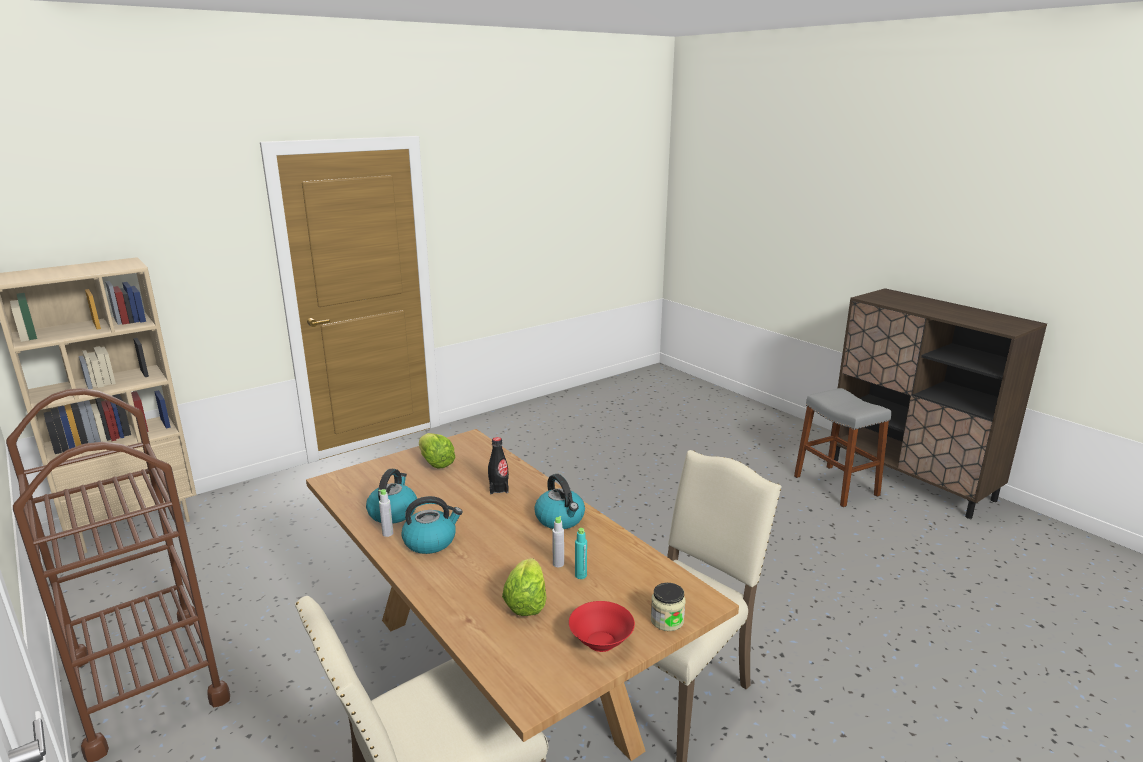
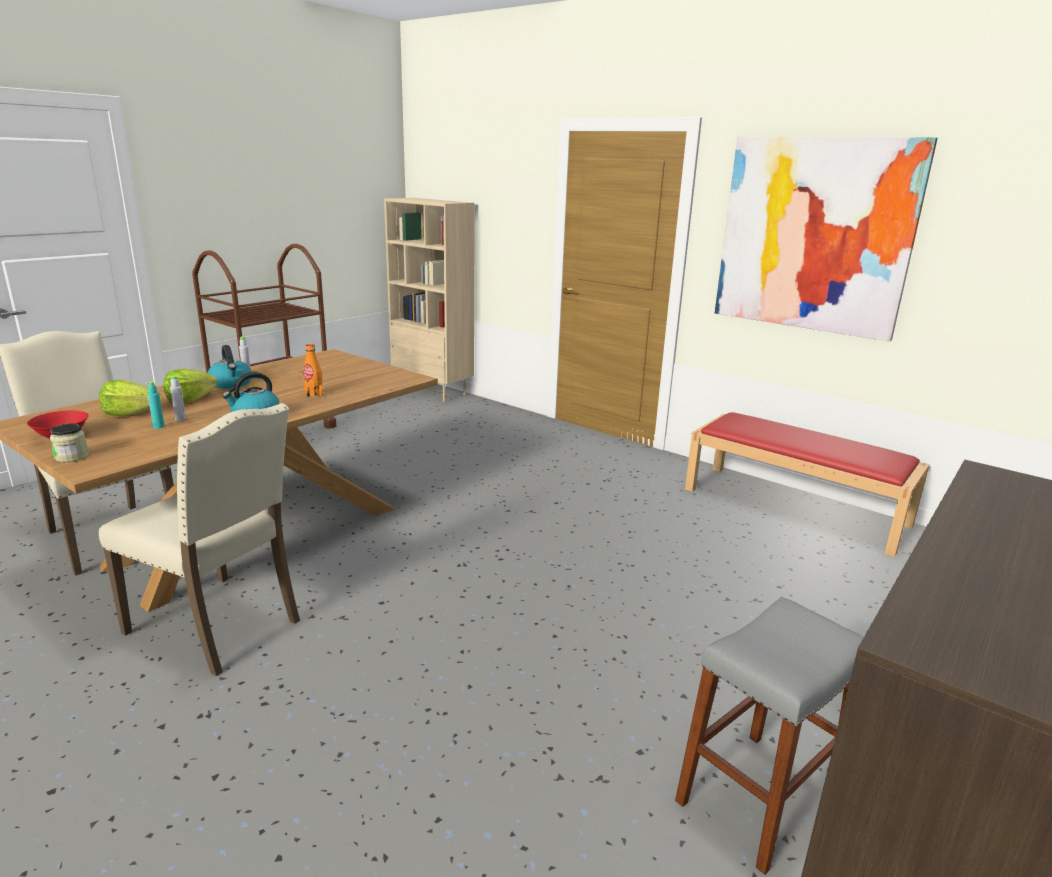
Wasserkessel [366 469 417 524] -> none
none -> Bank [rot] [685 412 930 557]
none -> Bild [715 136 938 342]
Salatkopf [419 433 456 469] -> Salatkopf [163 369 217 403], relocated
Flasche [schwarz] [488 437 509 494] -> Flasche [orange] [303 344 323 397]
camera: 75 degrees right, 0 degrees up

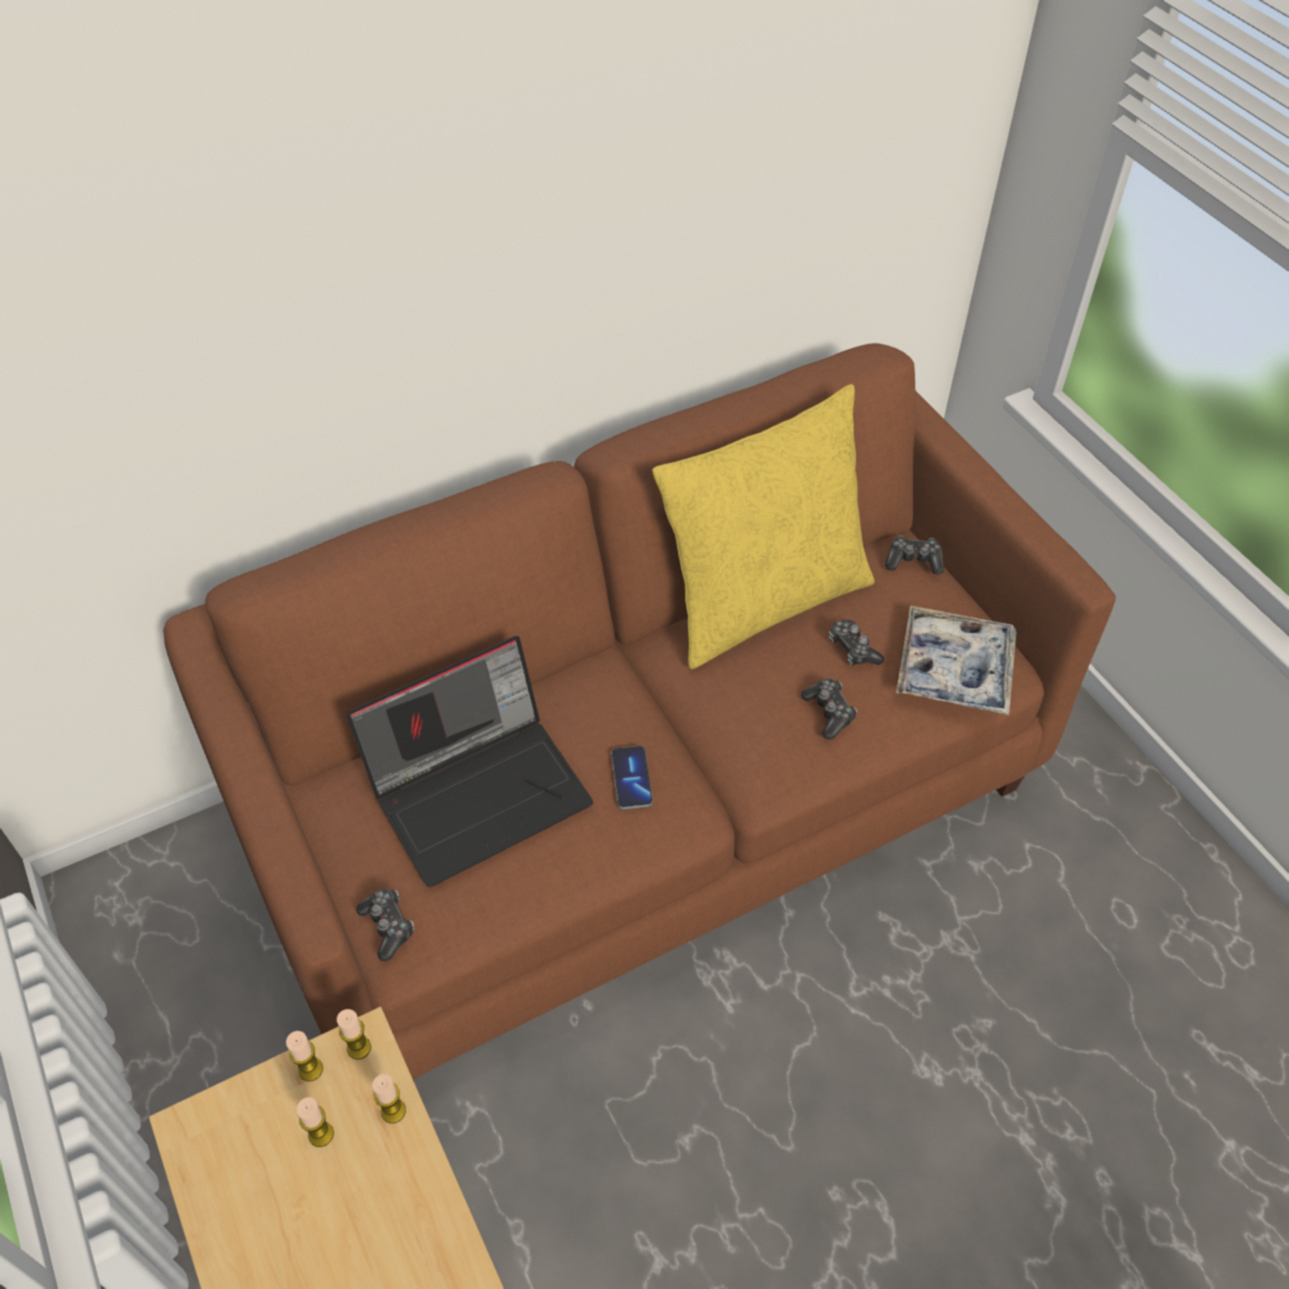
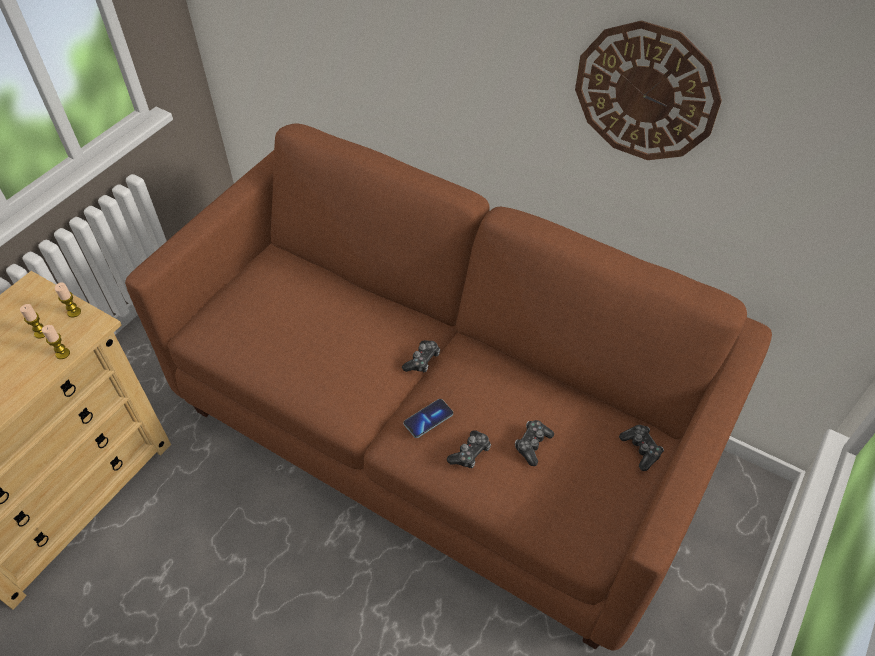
Kerze [337 1009 371 1060] -> none
Laptop [346 636 593 887] -> none
Kissen [gelb] [652 384 875 669] -> none
Tablett [896 605 1017 715] -> none
none -> Wanduhr [575 20 722 160]
Gamepad [356 889 414 961] -> Gamepad [402 340 440 372], relocated
Handy [611 746 653 809] -> Handy [404 399 453 438], relocated
camera: 60 degrees right, 0 degrees up

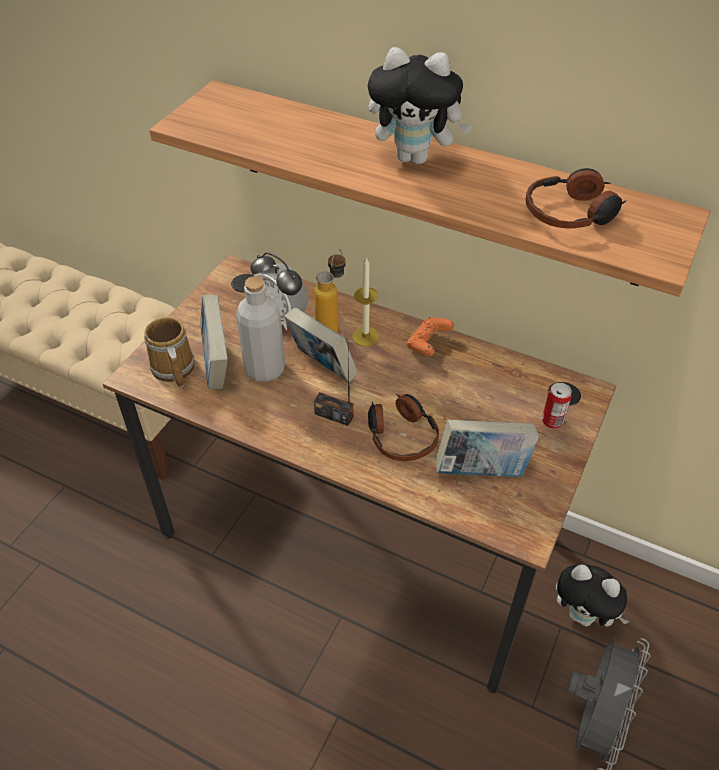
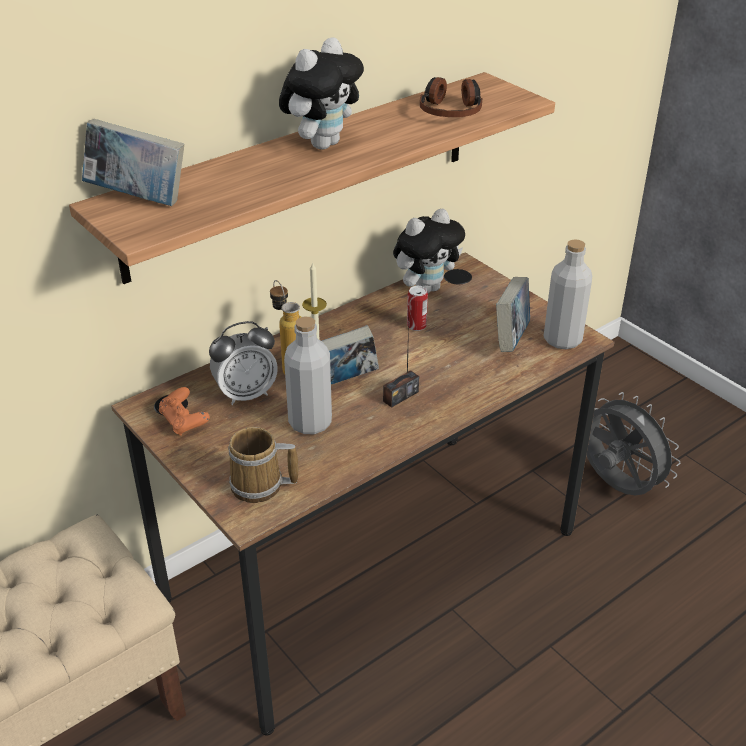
Kopfhörer [368 394 439 461] -> none
none -> Flasche [grau] [544 239 592 349]
Buch [200 295 228 390] -> Buch [82 119 184 206], relocated
Gamepad [orange] [406 317 454 356] -> Gamepad [orange] [159 387 210 436], relocated
Dose [542 383 572 429] -> Dose [407 286 428 331], relocated
Plüschtier [556 564 629 627] -> Plüschtier [393 208 465 293], relocated
camera: 65 degrees left, 10 degrees down

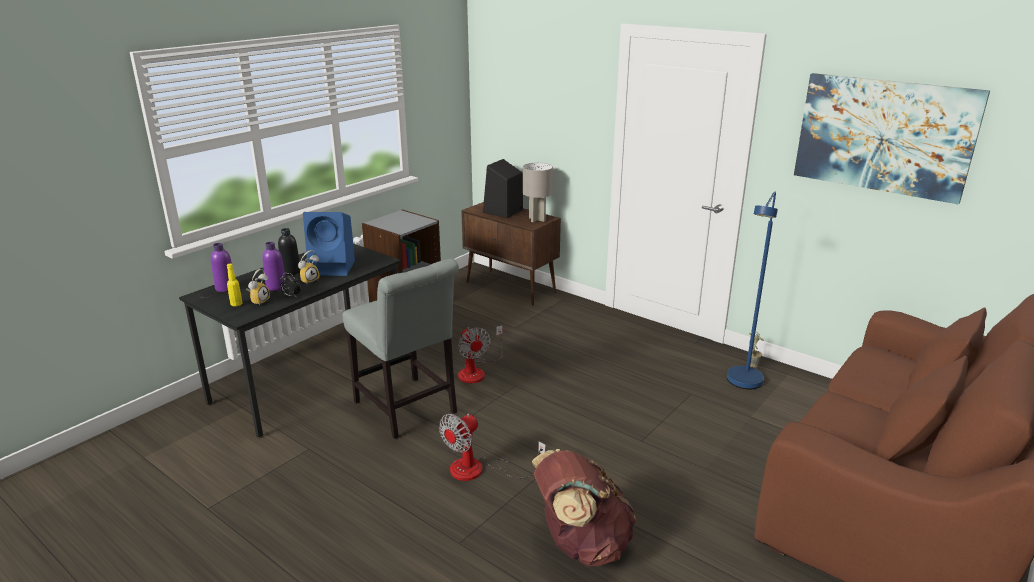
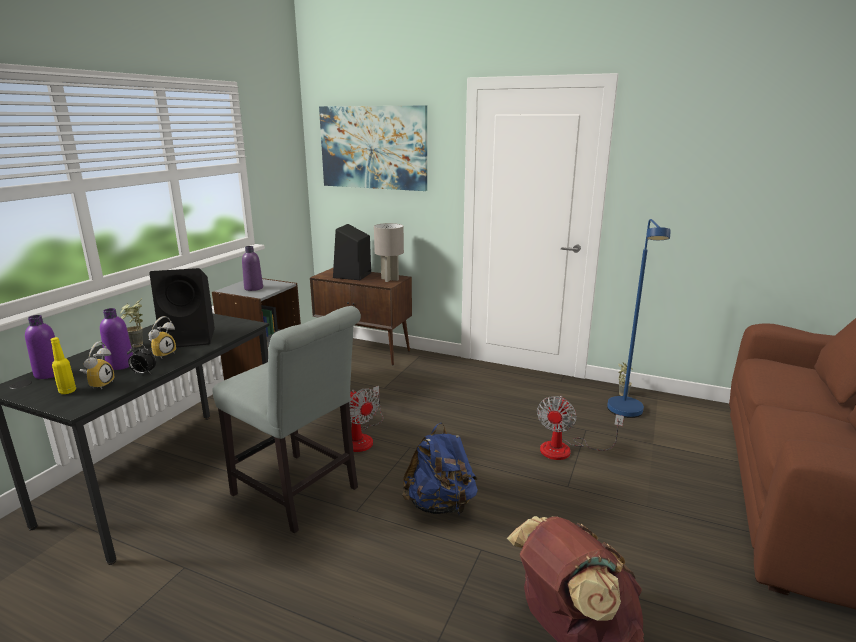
none -> Flasche [lila] [242 246 263 291]
none -> Rucksack [blau] [402 423 478 516]
Ventilator [439 414 546 481] -> Ventilator [537 396 624 460], relocated
Bild [794 73 990 205] -> Bild [319 106 427 191], relocated
Flasche [schwarz] [278 228 301 275] -> Topfpflanze [120 299 143 348]
Lautsprecher [blau] [303 212 355 276] -> Lautsprecher [schwarz] [149 268 215 348]
camera: 15 degrees left, 5 degrees down

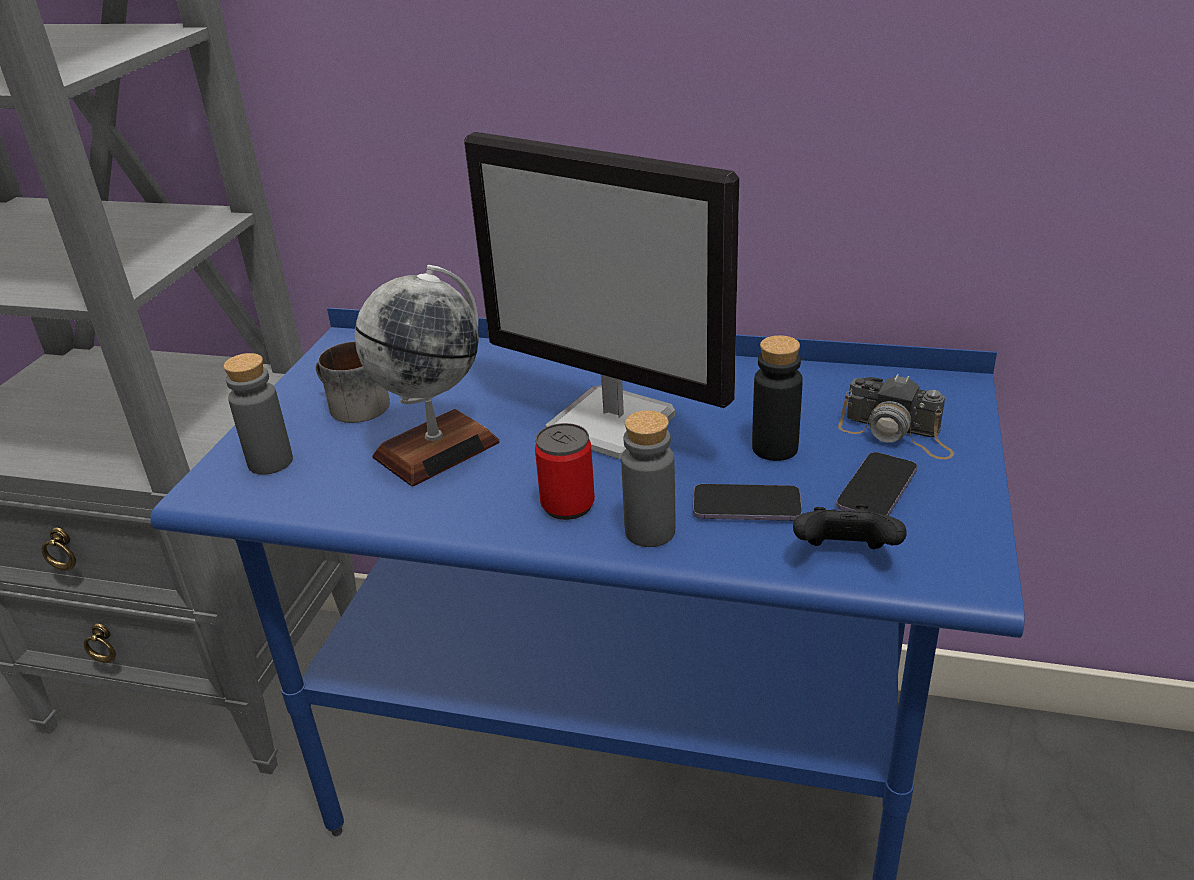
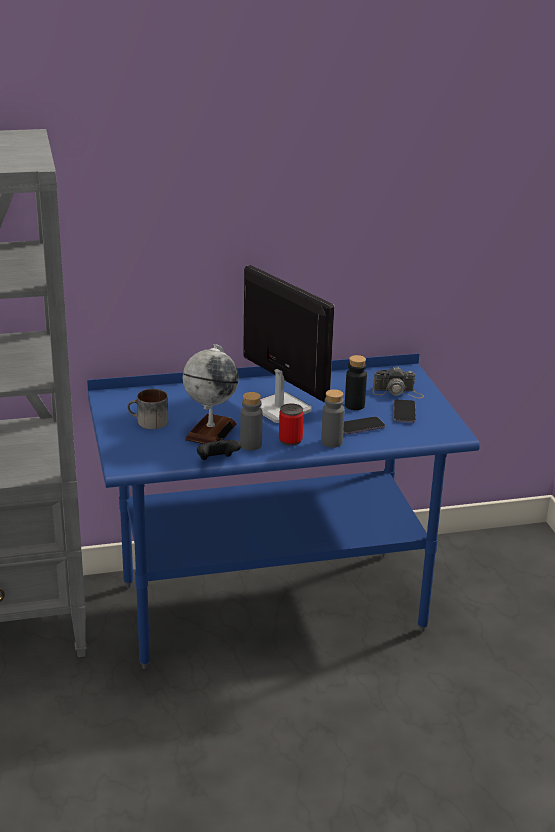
Flasche [grau] [223 353 293 475] -> Flasche [grau] [240 392 263 450], relocated
Gamepad [schwarz] [793 504 907 549] -> Gamepad [schwarz] [197 438 242 460], relocated
Monitor [464 132 739 459] -> Monitor [243 265 334 423], 135 degrees counterclockwise
camera: 30 degrees left, 5 degrees down

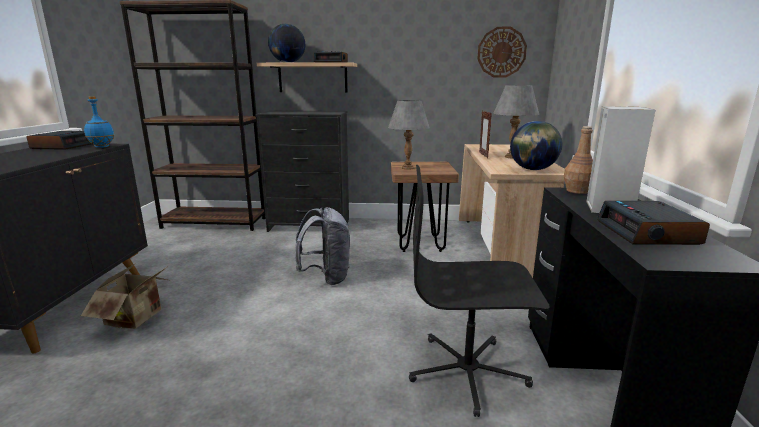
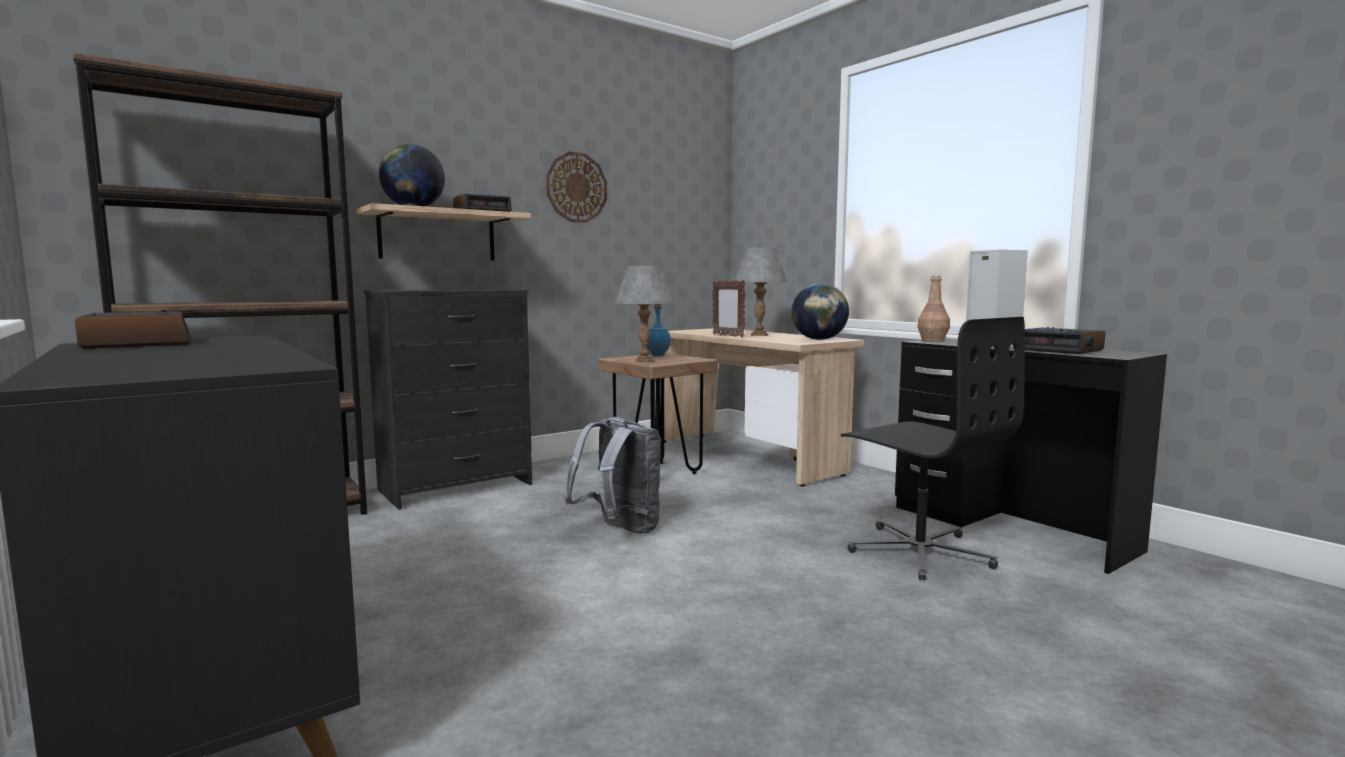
Karton [81 263 172 329] -> none
Flasche [blau] [84 96 115 148] -> Flasche [blau] [647 304 671 356], relocated
Wanduhr [477 27 527 78] -> Wanduhr [546 151 607 223], relocated
Bürostuhl [schwarz] [409 165 550 417] -> Bürostuhl [schwarz] [841 317 1025 580], 90 degrees counterclockwise
camera: 40 degrees left, 10 degrees down

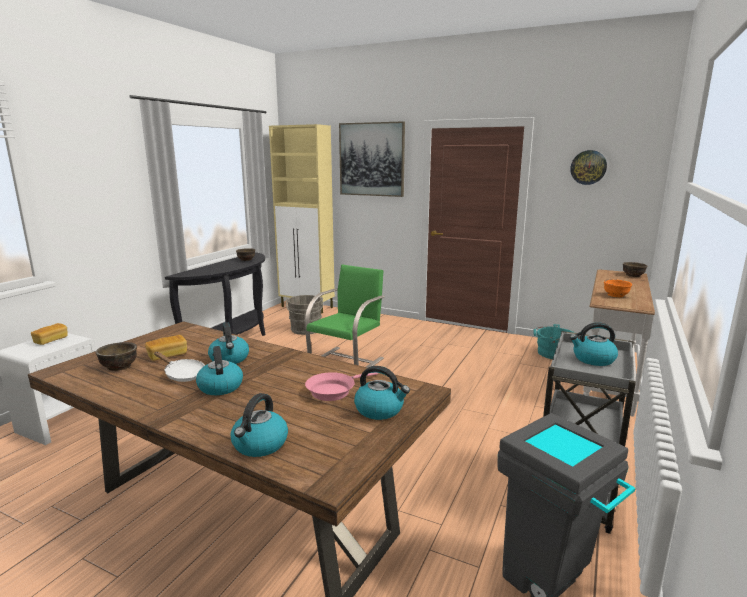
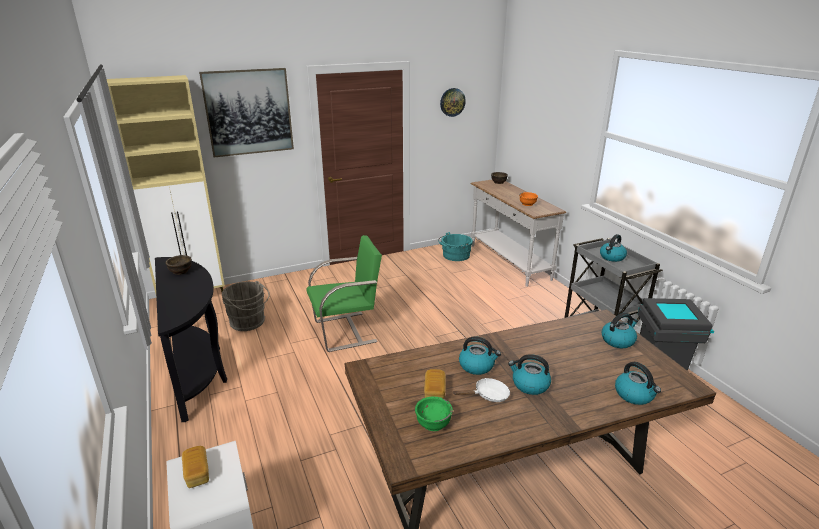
Pfanne [rosa] [305 372 378 401] -> none
Schüssel [braun] [96 342 137 371] -> Schüssel [grün] [415 397 453 431]
Stuhl [grün] [305 265 385 368] -> Stuhl [grün] [306 235 382 352], 90 degrees clockwise
camera: 50 degrees left, 10 degrees up

